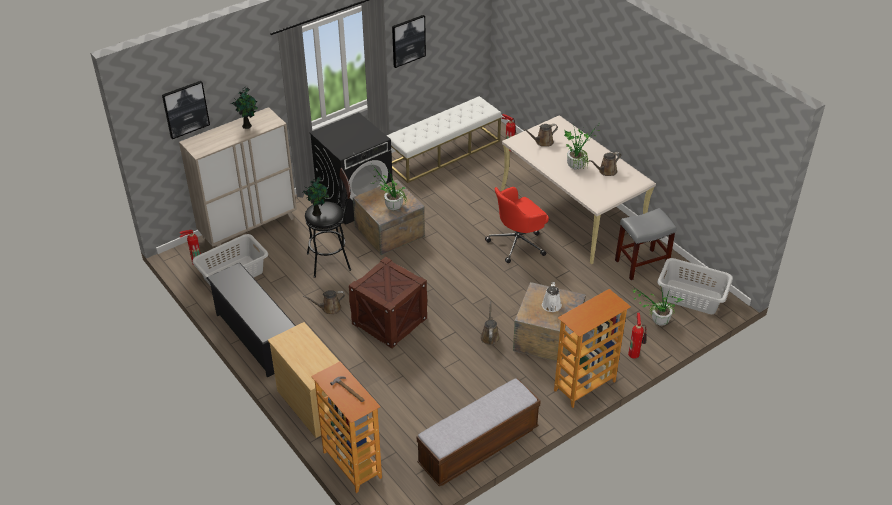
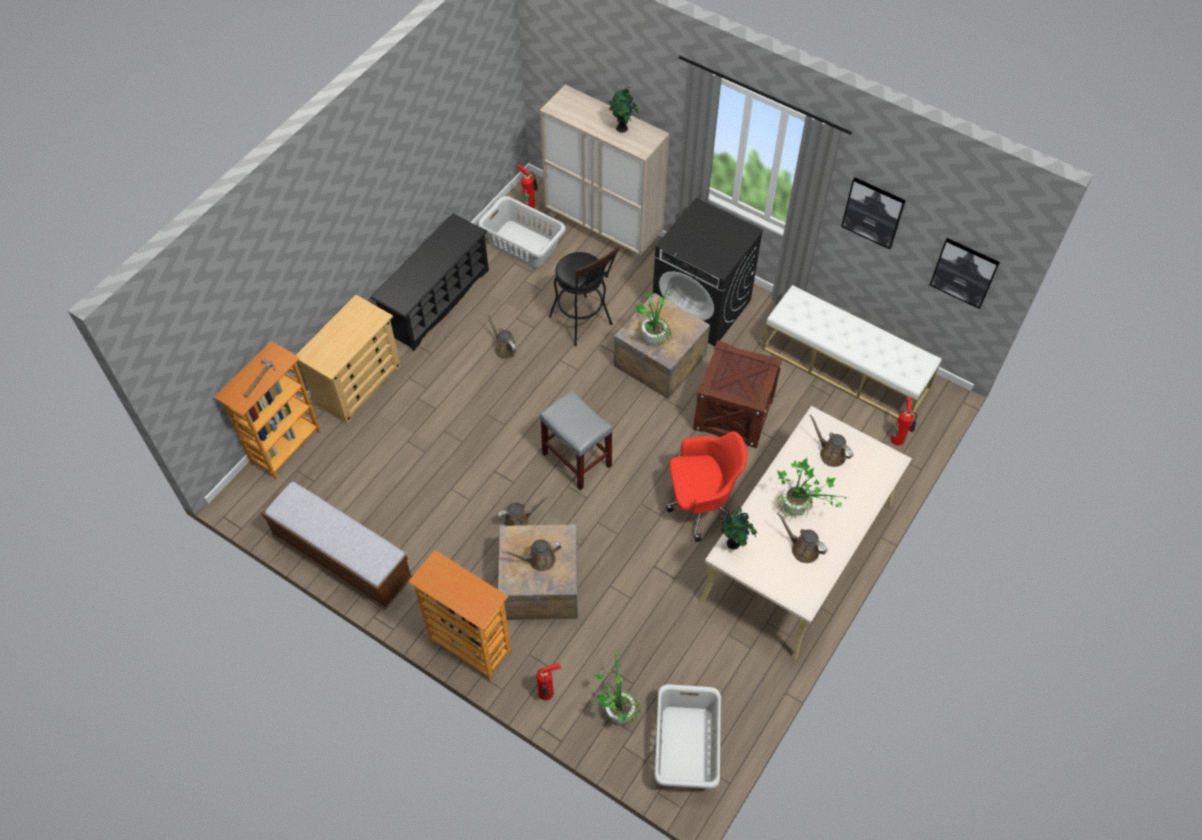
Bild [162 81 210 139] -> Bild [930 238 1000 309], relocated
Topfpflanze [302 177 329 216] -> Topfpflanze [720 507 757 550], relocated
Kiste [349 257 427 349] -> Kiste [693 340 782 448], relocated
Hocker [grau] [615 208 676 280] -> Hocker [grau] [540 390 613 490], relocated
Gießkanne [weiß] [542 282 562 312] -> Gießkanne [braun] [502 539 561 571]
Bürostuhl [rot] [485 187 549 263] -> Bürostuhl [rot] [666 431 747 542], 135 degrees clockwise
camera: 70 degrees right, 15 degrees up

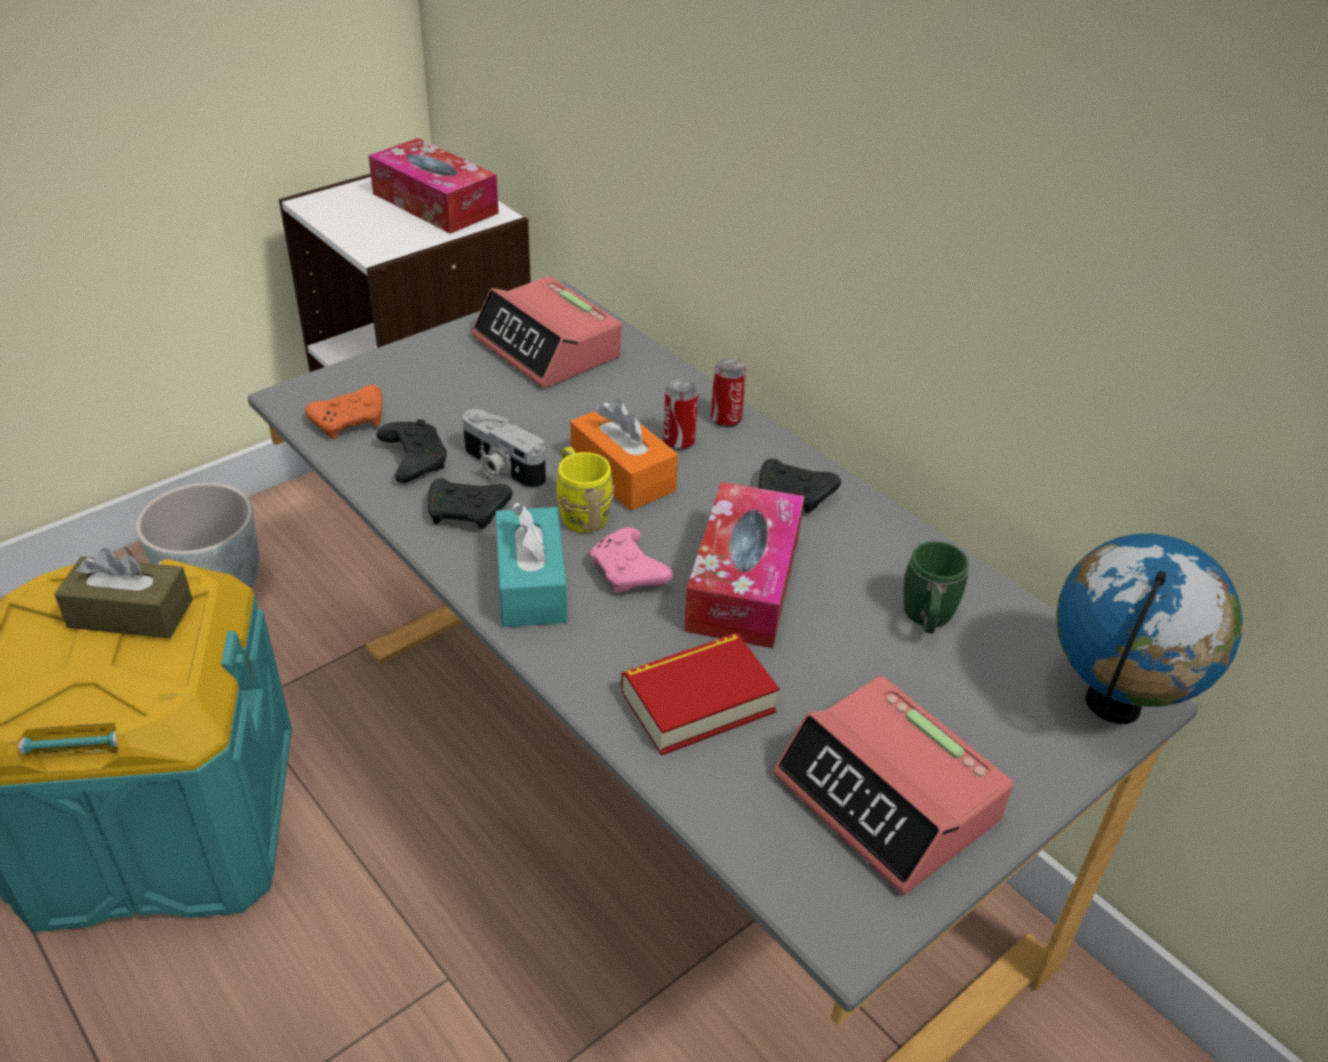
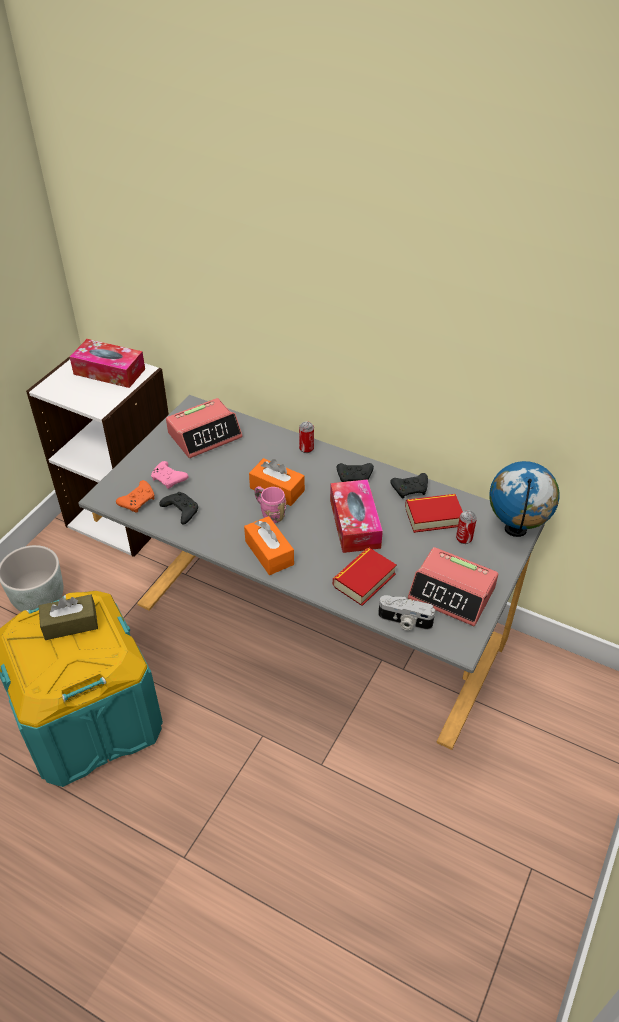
Gamepad [schwarz] [428 478 513 529] -> Gamepad [schwarz] [390 473 428 499], relocated
Kamera [462 409 546 490] -> Kamera [378 595 435 631], relocated
Gamepad [rosa] [590 527 673 593] -> Gamepad [rosa] [151 461 188 489], relocated
Dose [663 379 699 450] -> Dose [456 510 477 544], relocated
Henkelbecher [grün] [903 541 969 634] -> Buch [405 494 463 533]
Taschentuchbox [türkis] [496 502 567 627] -> Taschentuchbox [orange] [244 516 294 575]
Henkelbecher [gelb] [557 447 614 533] -> Henkelbecher [rosa] [255 486 286 523]
Wecker [472 276 621 388] -> Wecker [166 398 243 458], 60 degrees counterclockwise
camera: 20 degrees left, 5 degrees up

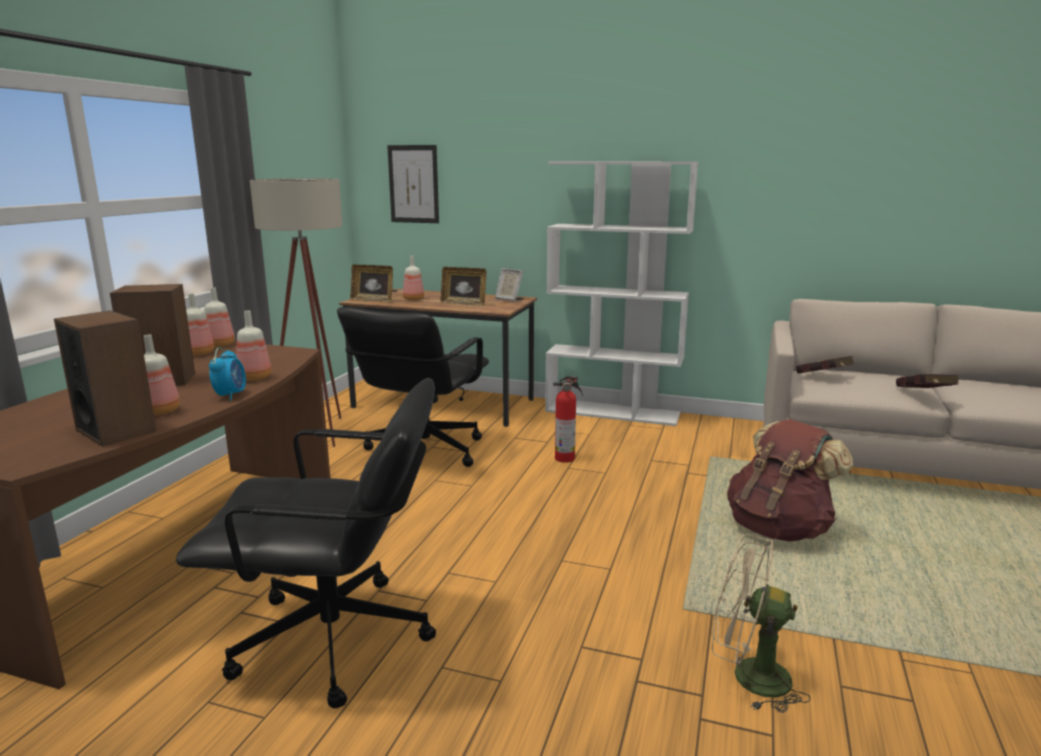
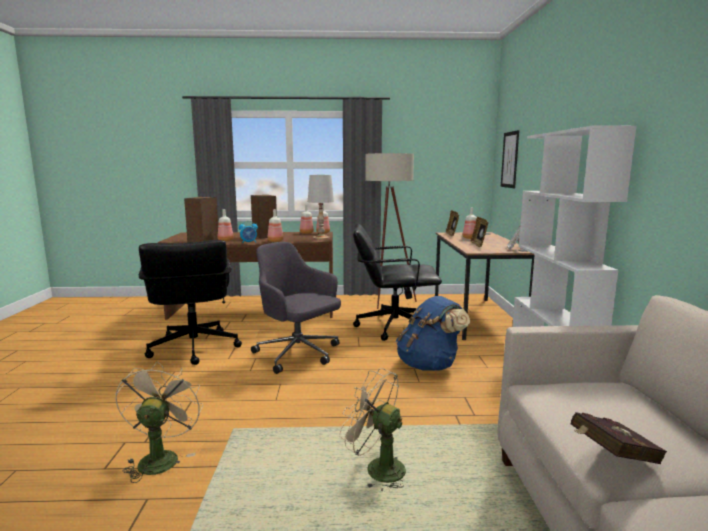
Buch [rot] [796 356 854 374] -> none
none -> Bürostuhl [grau] [251 242 341 374]
none -> Tischlampe [weiß] [308 175 334 239]
Feuerlöscher [553 376 583 463] -> Rucksack [blau] [396 296 470 371]
Rucksack [braun] [727 419 853 542] -> Ventilator [beige] [339 368 406 492]
camera: 70 degrees right, 5 degrees down

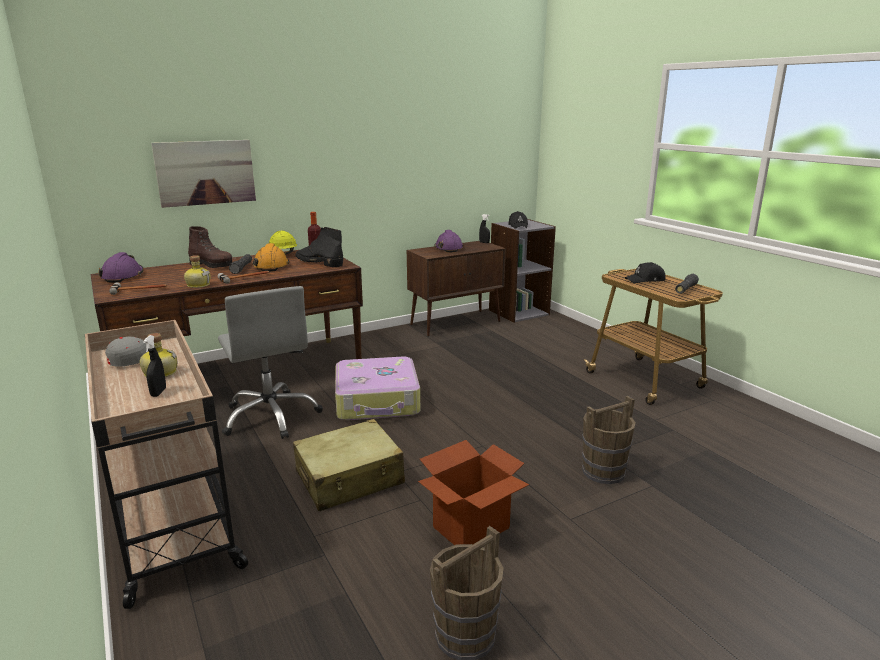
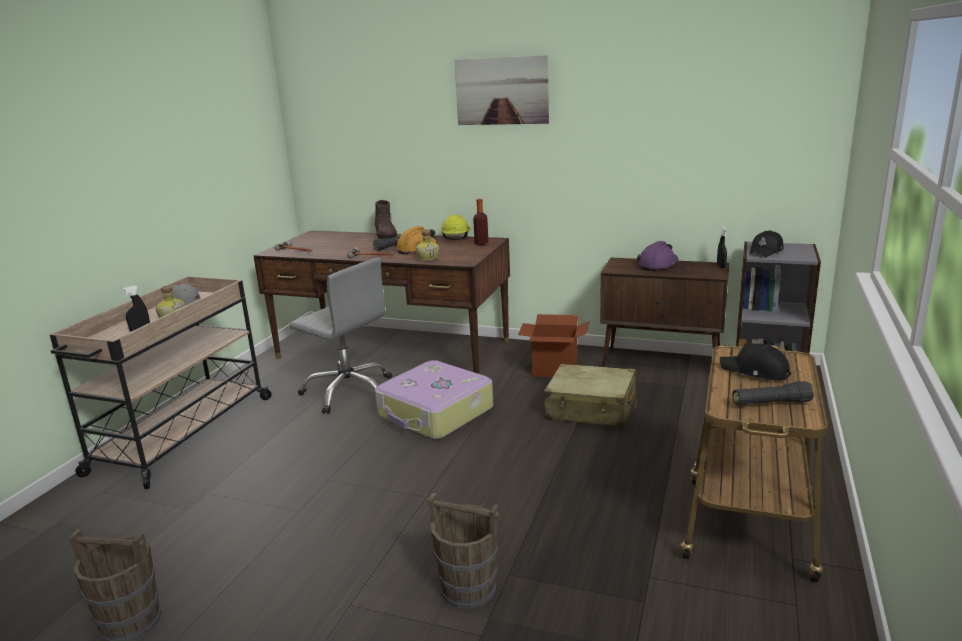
Schutzhelm [lila] [98 252 144 283] -> none
Stiefel [schwarz] [295 227 343 268] -> none
Bild [151 140 256 208] -> Bild [455 55 549 125], relocated
Flasche [184 255 211 288] -> Flasche [416 230 439 260], relocated
Koffer [beige] [293 419 405 511] -> Koffer [beige] [544 364 637 427], relocated
Karton [418 440 529 545] -> Karton [518 314 589 377], relocated
Bürostuhl [grau] [218 286 323 439] -> Bürostuhl [grau] [290 258 392 414], 75 degrees counterclockwise
camera: 50 degrees right, 0 degrees up

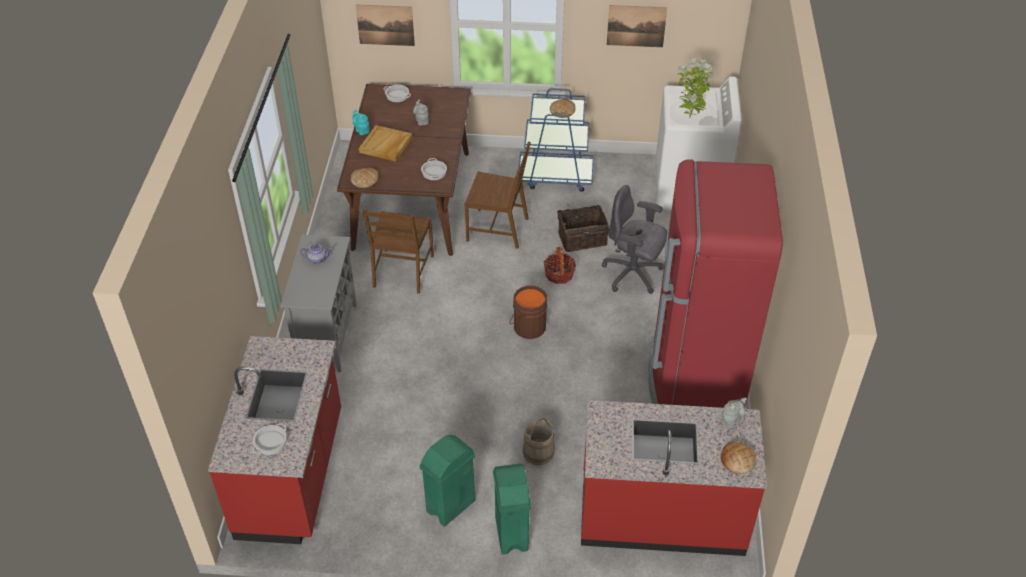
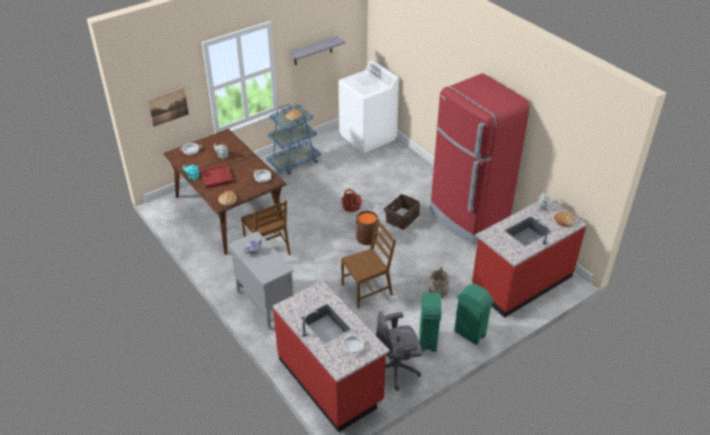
Topfpflanze [676 58 713 117] -> none
Stuhl [braun] [465 142 531 249] -> Stuhl [braun] [341 219 396 309], relocated
Korb [557 205 609 252] -> Korb [384 194 420 230], relocated
Bürostuhl [grau] [602 185 667 294] -> Bürostuhl [grau] [376 311 422 391], relocated
Bild [607 5 667 47] -> Wandregal [grau] [289 36 345 65]
Tablett [beige] [359 125 412 161] -> Tablett [rot] [200 164 234 189]
camera: 40 degrees left, 5 degrees down

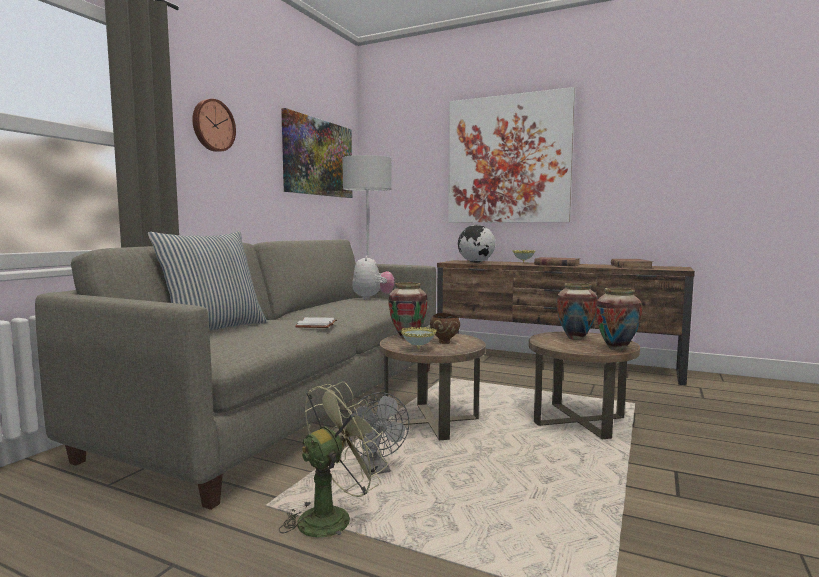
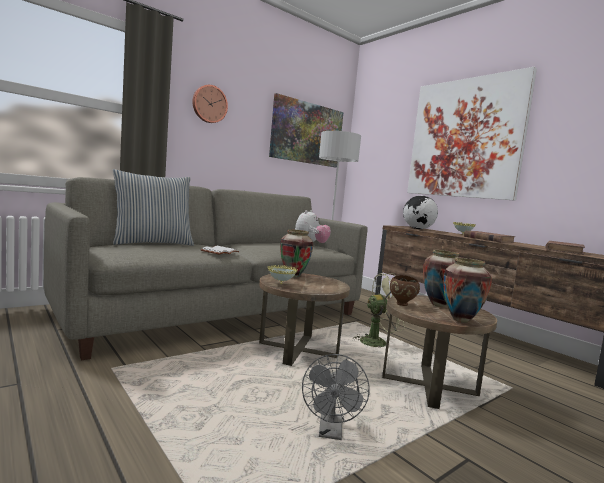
Ventilator [grün] [279 381 388 537] -> Ventilator [grün] [351 273 405 348], relocated
Ventilator [grau] [349 392 409 475] -> Ventilator [grau] [302 354 370 440], relocated
Schüssel [braun] [430 313 460 344] -> Schüssel [braun] [390 275 420 306], relocated
camera: 25 degrees right, 0 degrees up

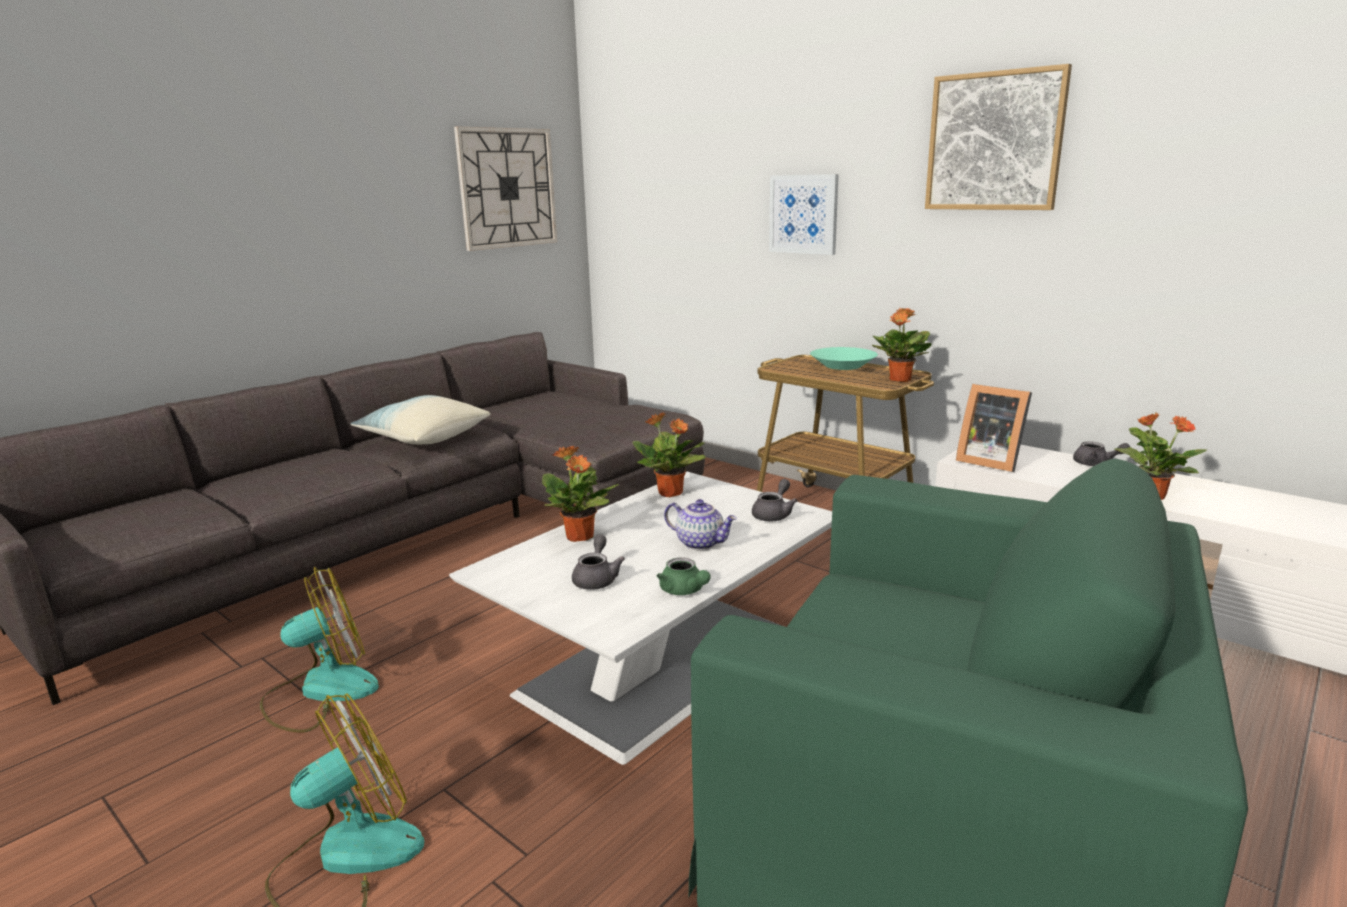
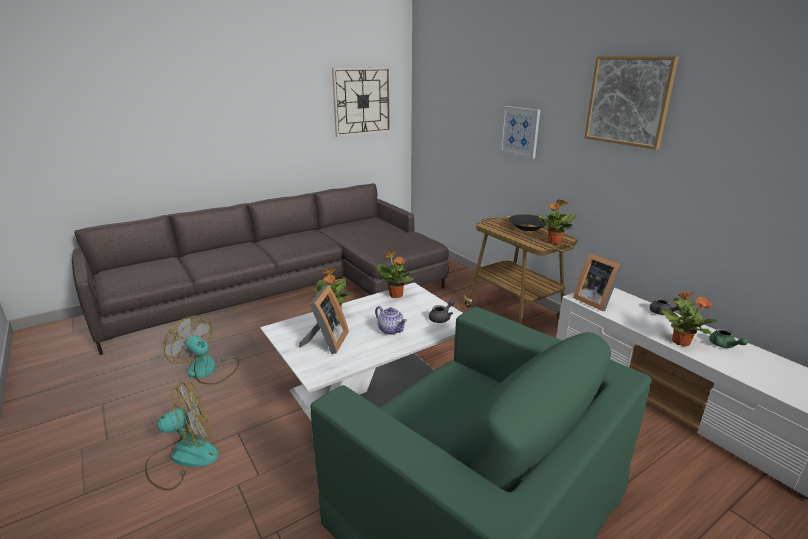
Kissen [351 395 490 444] -> none
Teekanne [grün] [657 557 711 595] -> Teekanne [grün] [709 328 748 348], relocated
Teekanne [grau] [572 534 625 590] -> Bilderrahmen [299 285 349 354]
Schüssel [türkis] [810 347 878 370] -> Schüssel [schwarz] [508 214 549 231]
Ventilator [260 567 379 733] -> Ventilator [163 315 239 384], 135 degrees counterclockwise
camera: 15 degrees right, 5 degrees up

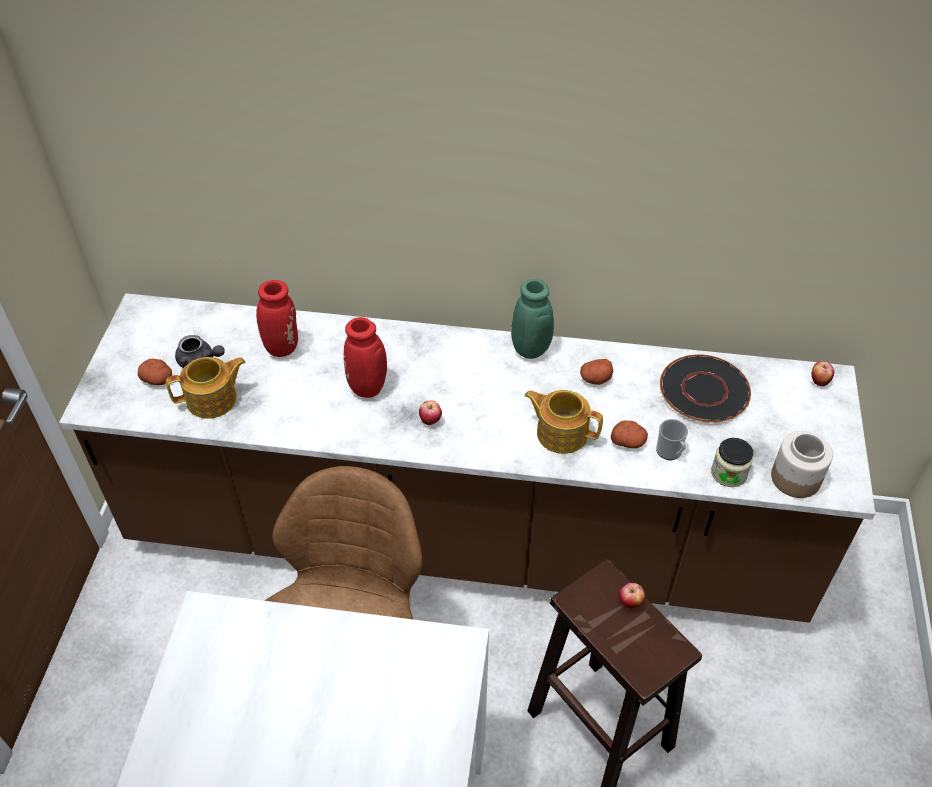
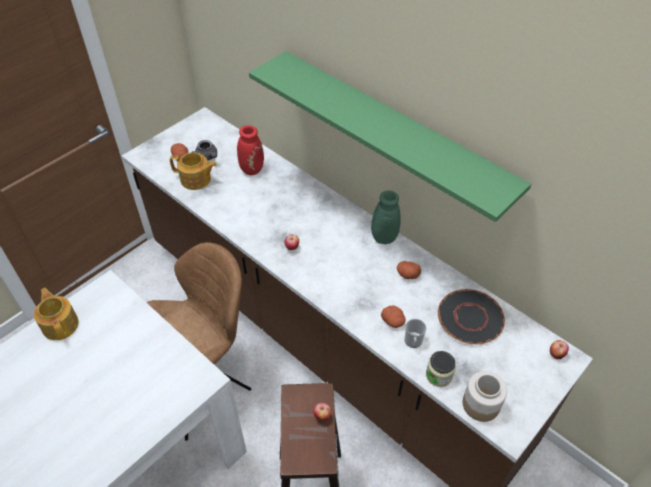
Vase [rot] [344 317 387 398] -> none
none -> Wandregal [grün] [249 51 531 222]
Teekanne [524 390 603 454] -> Teekanne [34 288 79 340], relocated
camera: 35 degrees right, 0 degrees up

